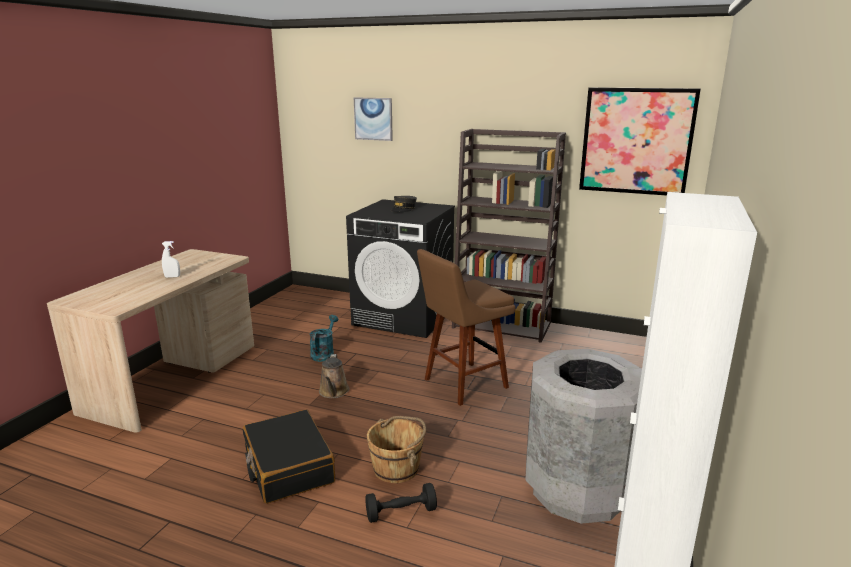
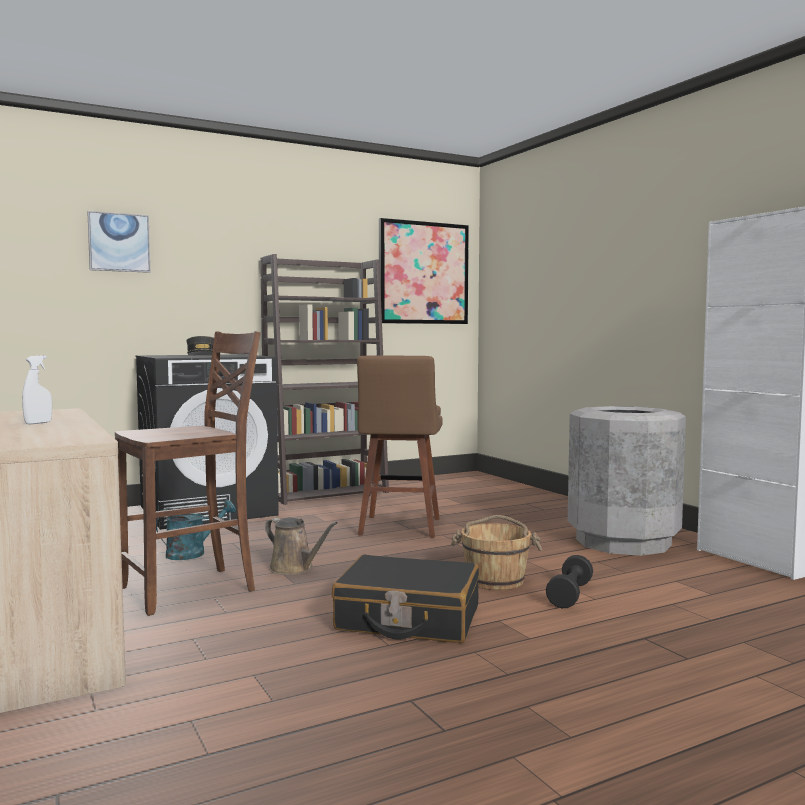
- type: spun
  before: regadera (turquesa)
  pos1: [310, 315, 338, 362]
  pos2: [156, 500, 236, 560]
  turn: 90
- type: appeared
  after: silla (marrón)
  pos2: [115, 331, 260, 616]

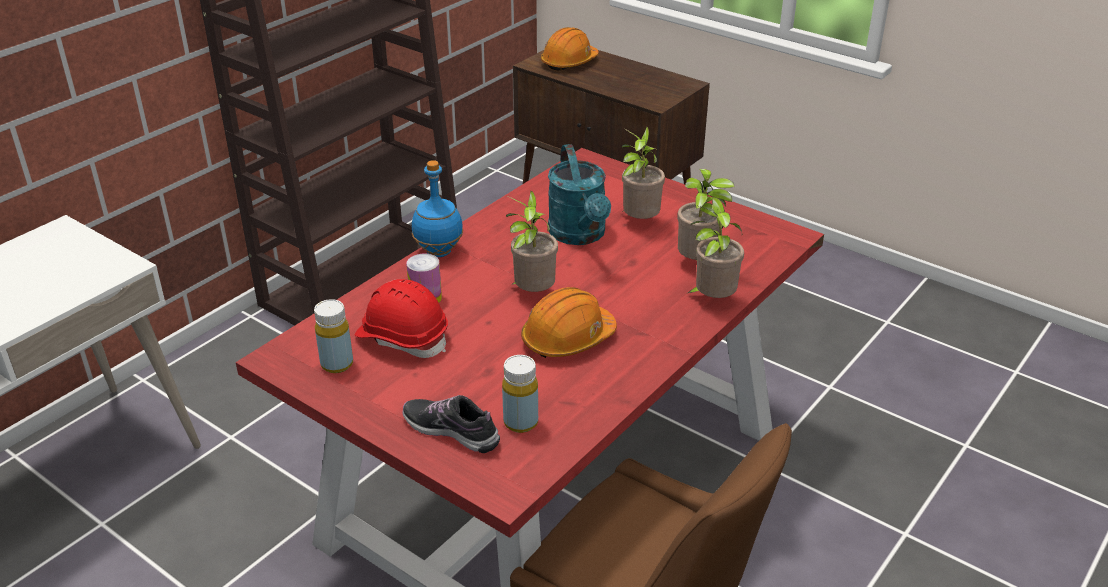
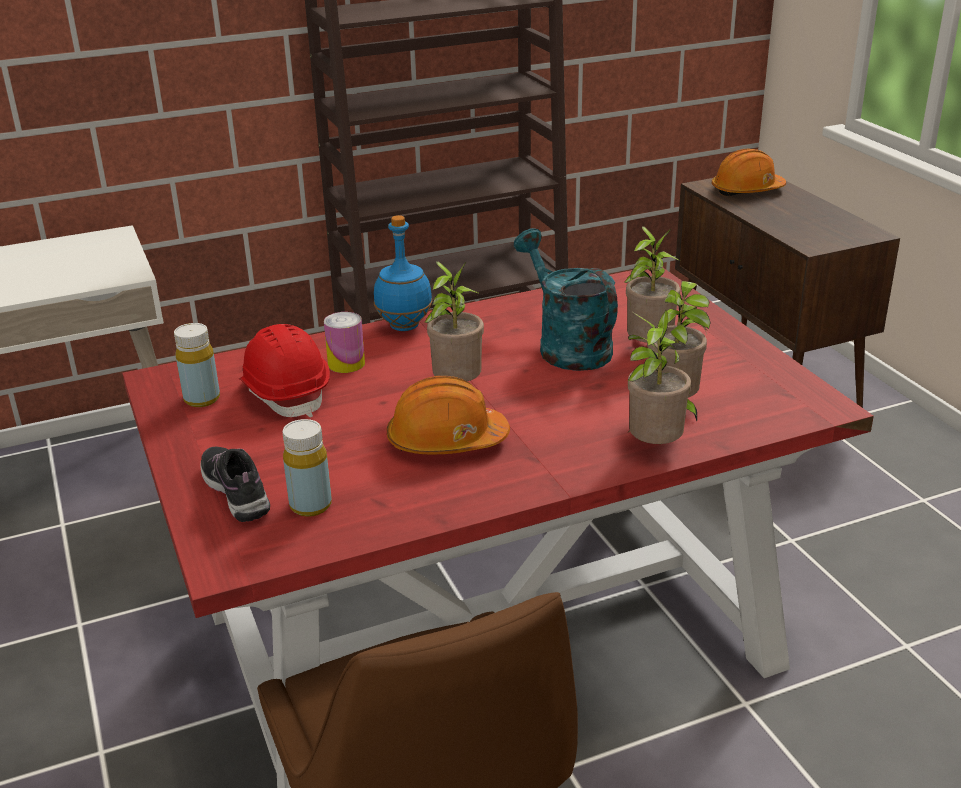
- type: spun
  before: regadera (turquesa)
  pos1: [548, 144, 611, 245]
  pos2: [514, 228, 618, 371]
  turn: 135

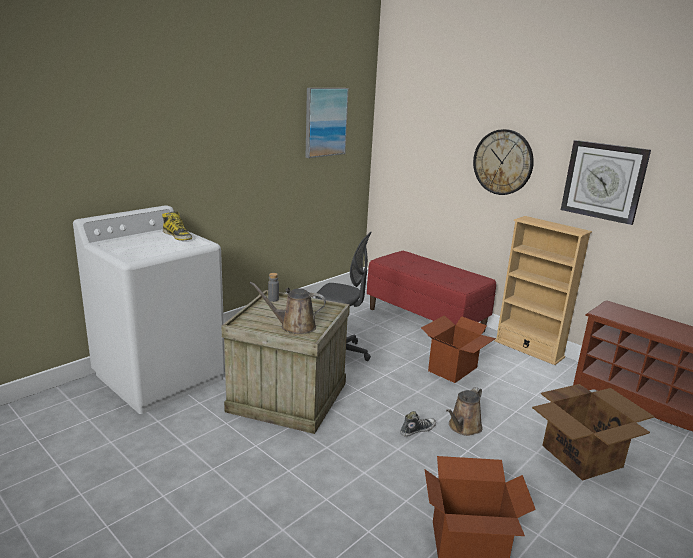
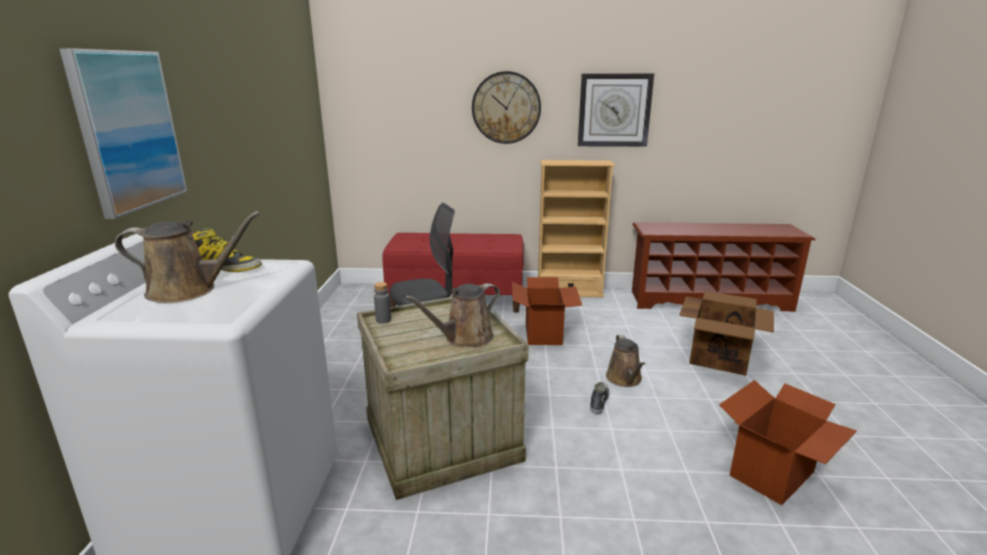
- type: relocated
  before: cuadro
  pos1: [305, 88, 349, 158]
  pos2: [59, 48, 187, 219]
- type: appeared
  after: regadera (marrón)
  pos2: [115, 211, 261, 303]

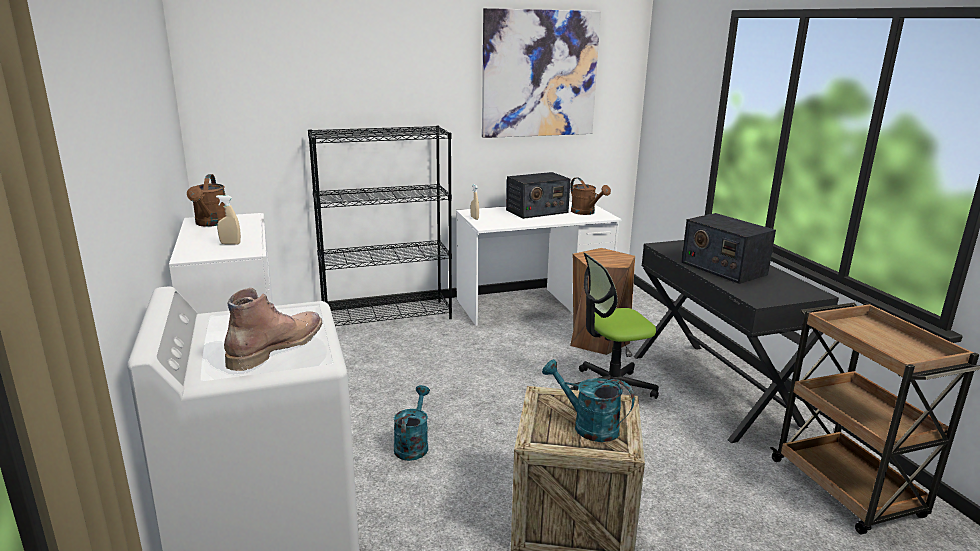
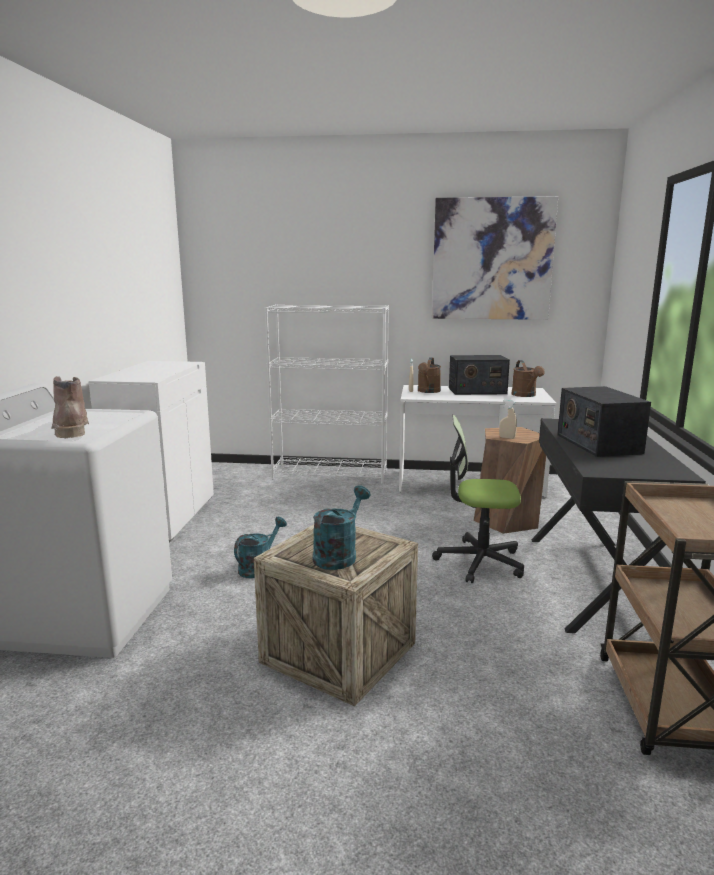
- type: colour
  before: estantería (negro)
  after: estantería (blanco)
  pos1: [308, 126, 452, 326]
  pos2: [264, 304, 389, 484]
- type: relocated
  before: regadera (marrón)
  pos1: [187, 174, 226, 227]
  pos2: [418, 357, 441, 393]
- type: relocated
  before: pulverizador (beis)
  pos1: [216, 195, 241, 245]
  pos2: [499, 400, 517, 439]
- type: spun
  before: bota (marrón)
  pos1: [224, 288, 322, 371]
  pos2: [51, 376, 89, 438]
  turn: -75
- type: spun
  before: regadera (turquesa)
  pos1: [542, 359, 635, 442]
  pos2: [313, 485, 370, 570]
  turn: 60

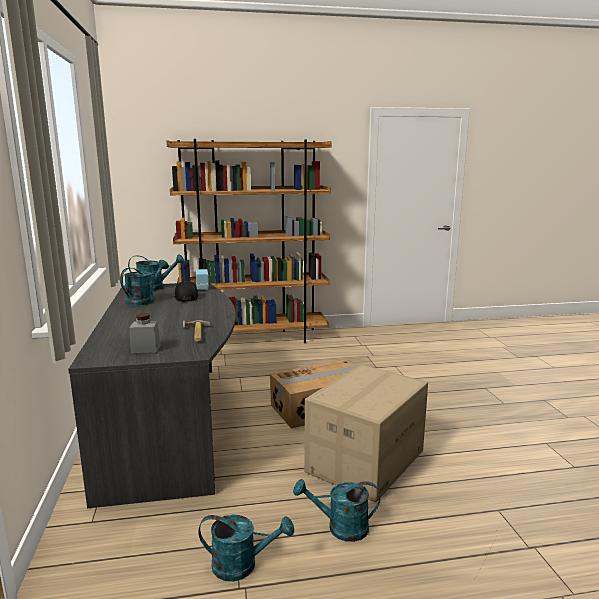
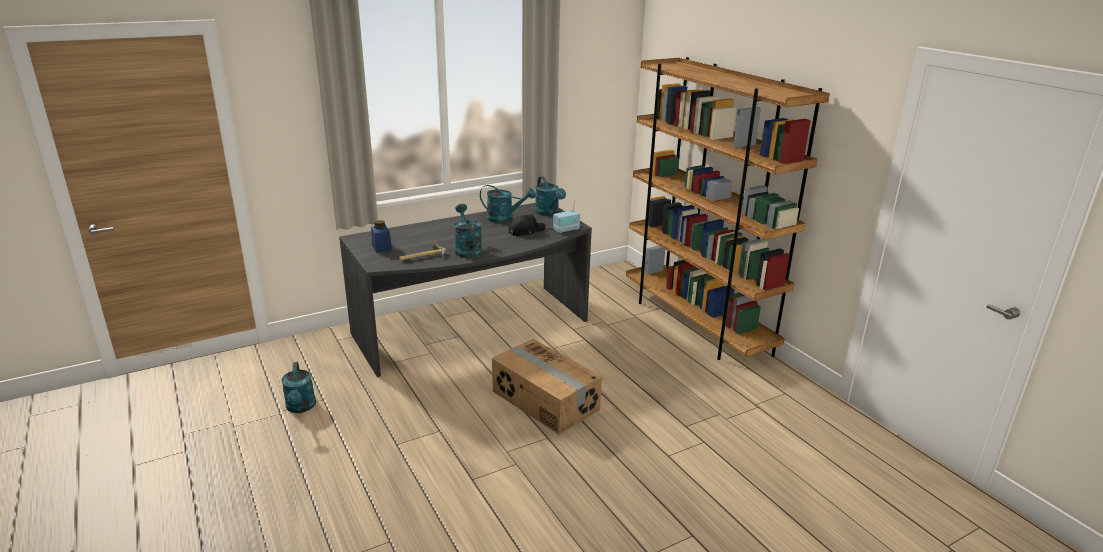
- type: colour
  before: tarro (gris)
  after: tarro (azul)
  pos1: [130, 313, 161, 353]
  pos2: [371, 220, 392, 253]
- type: missing
  before: caja de cartón
  pos1: [304, 364, 428, 502]
- type: relocated
  before: regadera (turquesa)
  pos1: [293, 479, 380, 542]
  pos2: [454, 204, 482, 258]

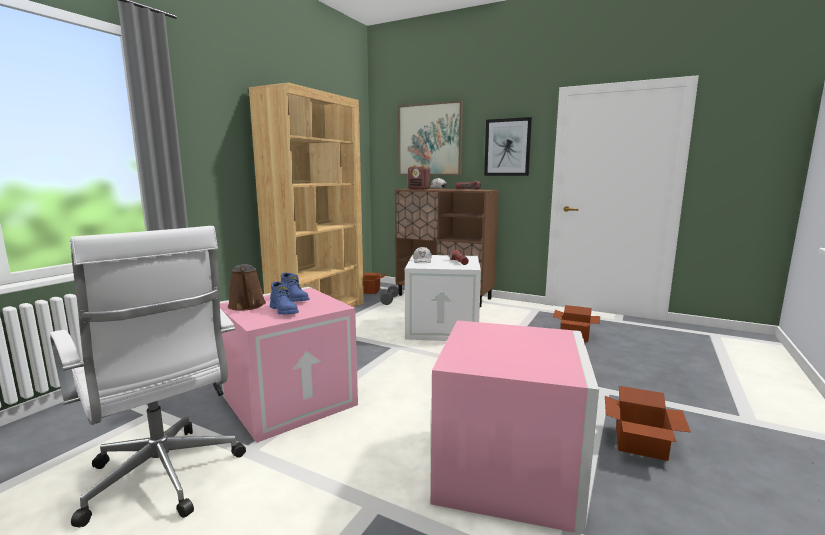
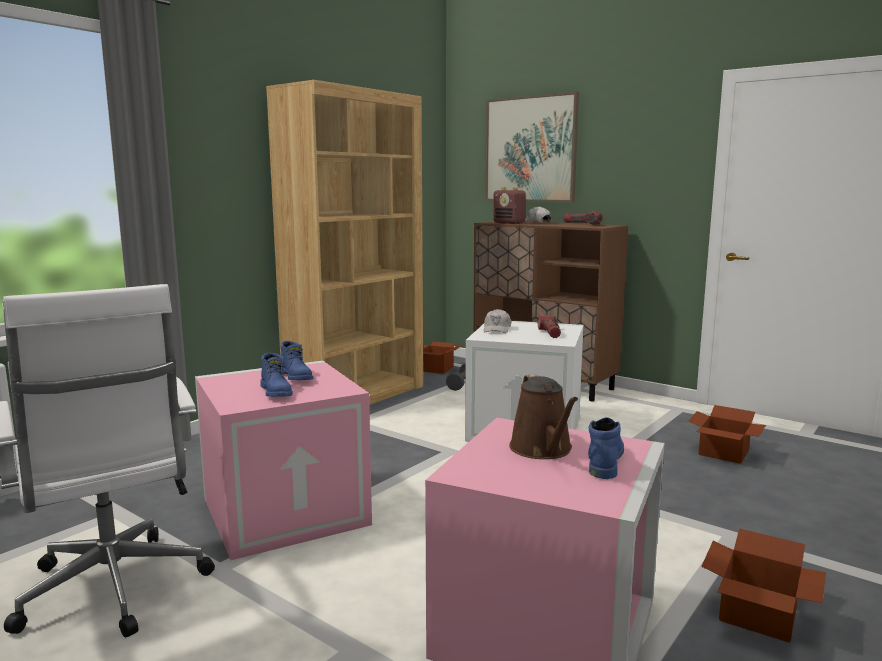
- type: missing
  before: cuadro
  pos1: [484, 117, 532, 176]
- type: relocated
  before: regadera (marrón)
  pos1: [228, 264, 266, 311]
  pos2: [509, 374, 578, 459]
- type: appeared
  after: bota (azul)
  pos2: [588, 417, 624, 479]

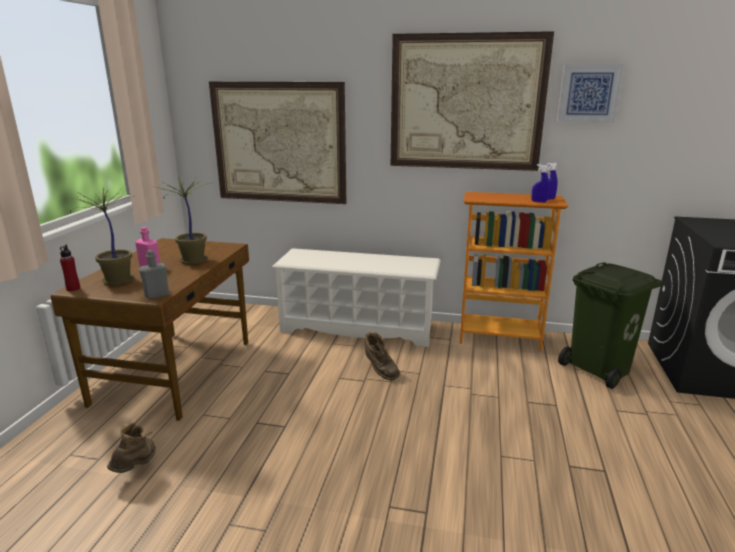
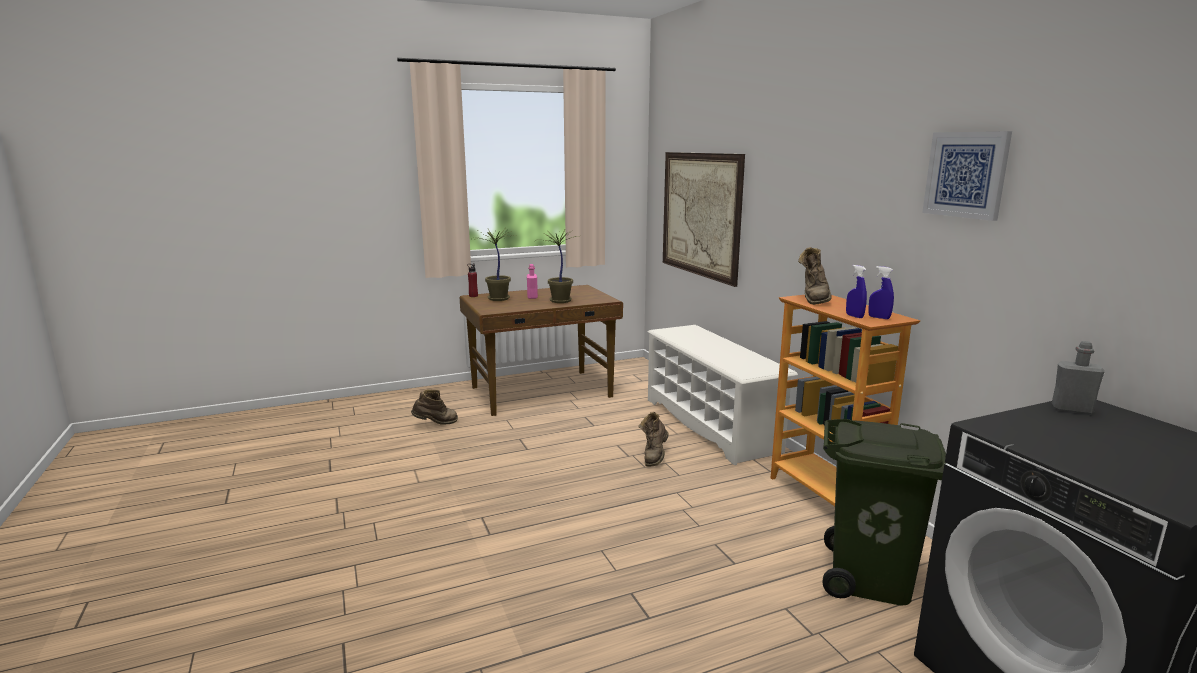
- type: missing
  before: cuadro
  pos1: [391, 31, 554, 171]
- type: relocated
  before: botella (gris)
  pos1: [139, 250, 169, 299]
  pos2: [1052, 341, 1105, 414]
- type: appeared
  after: bota (marrón)
  pos2: [798, 247, 832, 305]

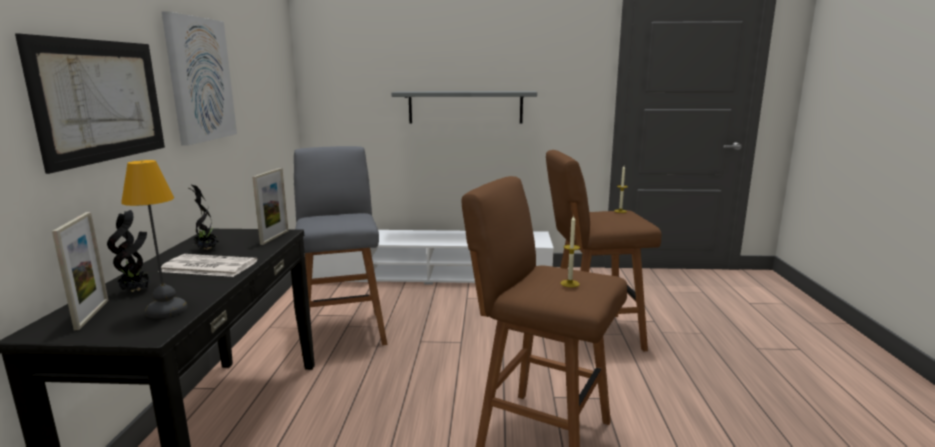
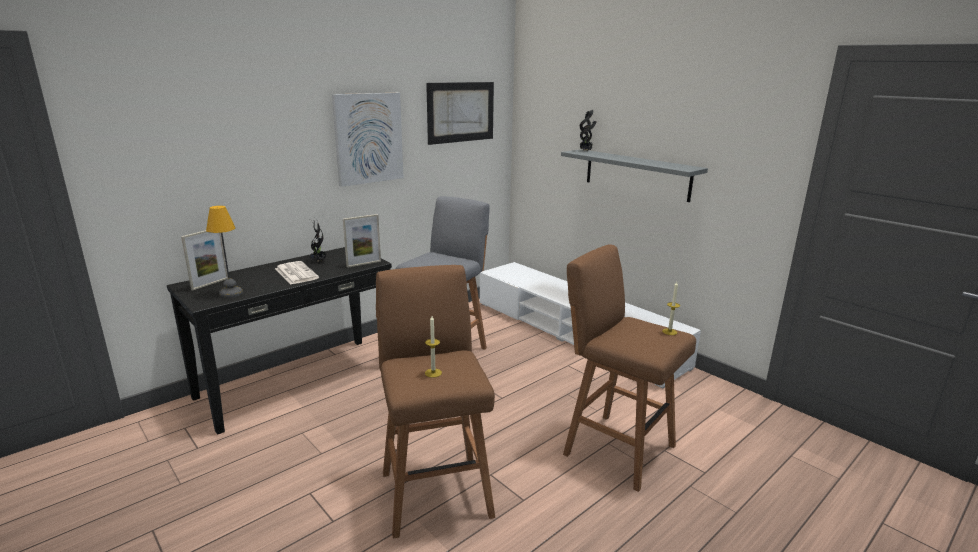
- type: relocated
  before: cuadro
  pos1: [15, 33, 165, 174]
  pos2: [426, 82, 494, 145]
- type: relocated
  before: planta en maceta
  pos1: [107, 210, 150, 292]
  pos2: [580, 110, 597, 151]

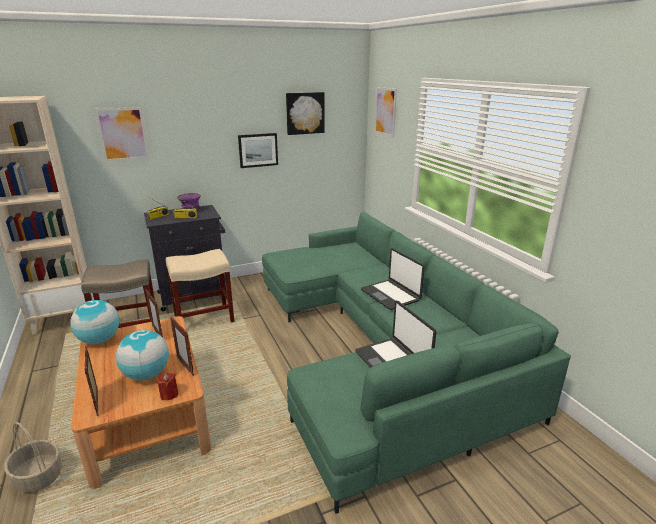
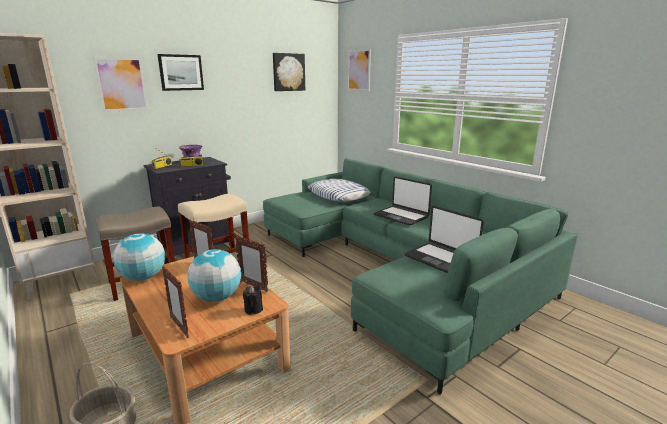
- type: relocated
  before: cuadro
  pos1: [238, 133, 278, 168]
  pos2: [158, 54, 204, 91]
- type: colour
  before: vela (rojo)
  after: vela (negro)
  pos1: [157, 372, 178, 400]
  pos2: [243, 285, 263, 315]
- type: appeared
  after: cojín
  pos2: [308, 179, 370, 202]

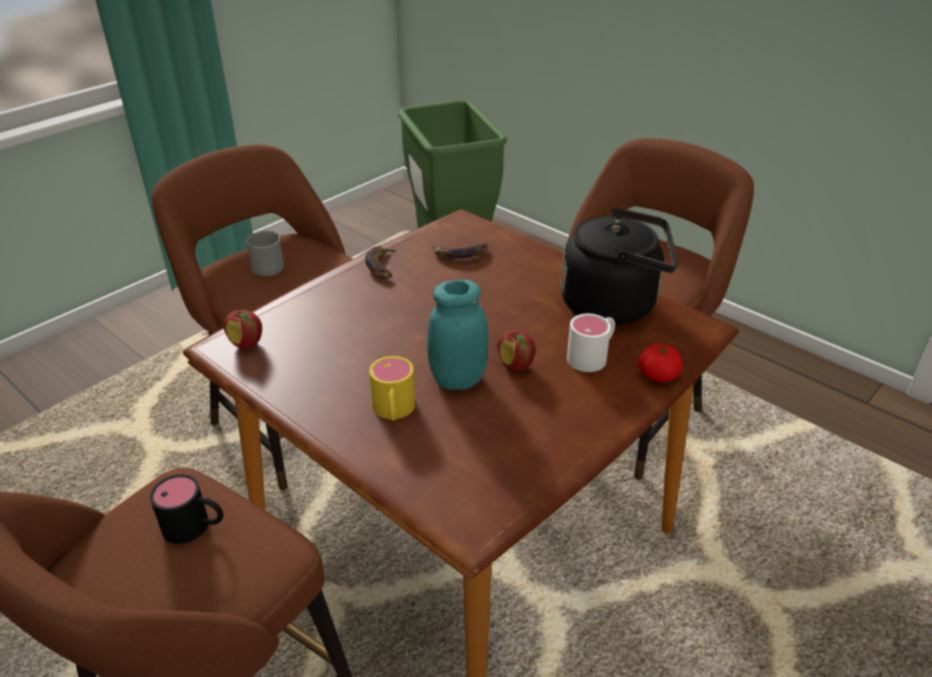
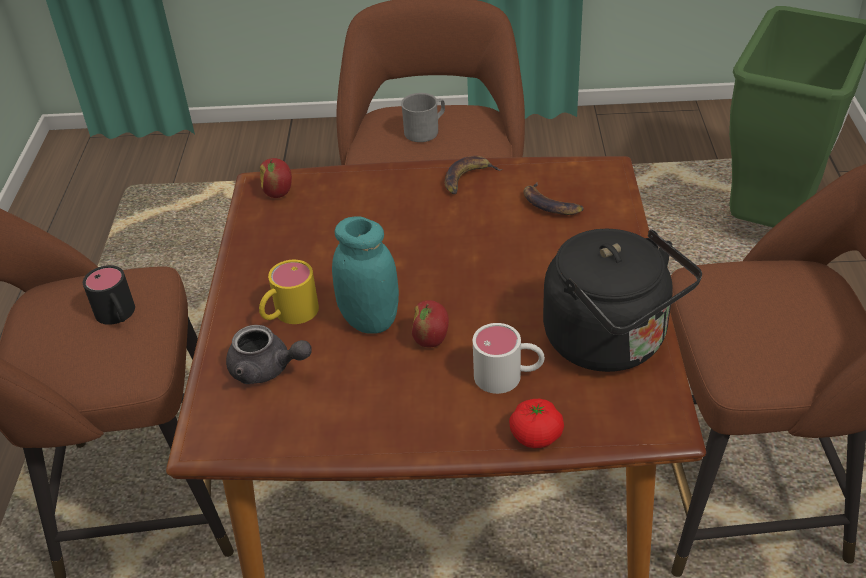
- type: appeared
  after: tetera (gris)
  pos2: [226, 325, 312, 384]

